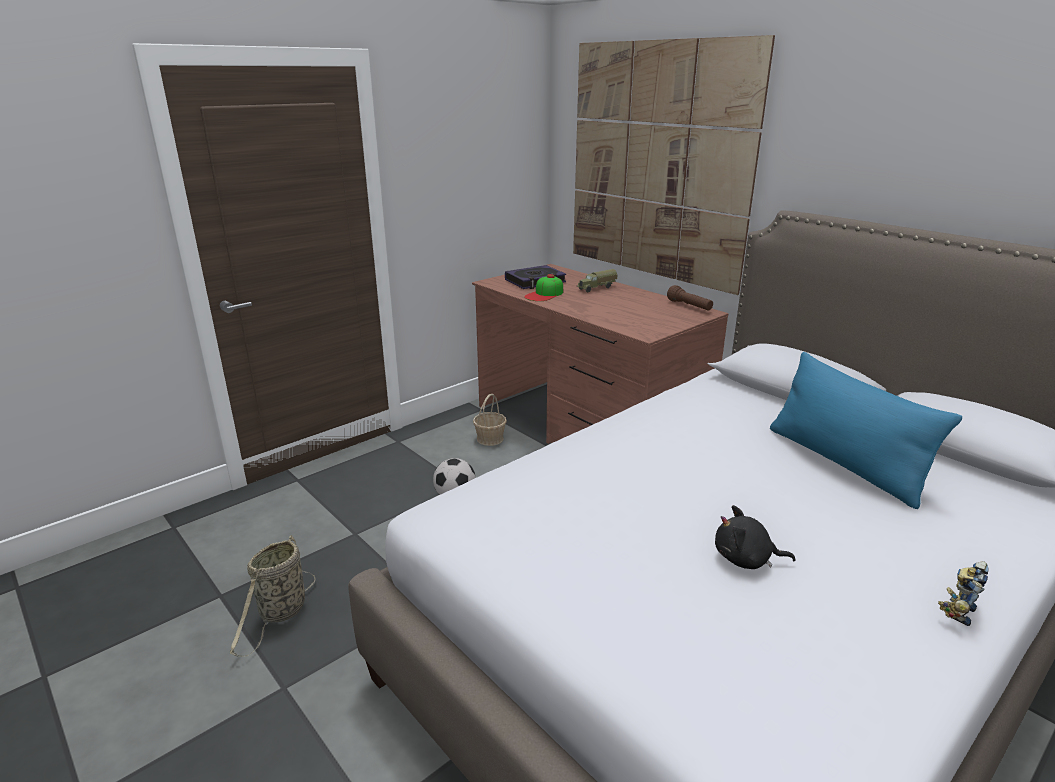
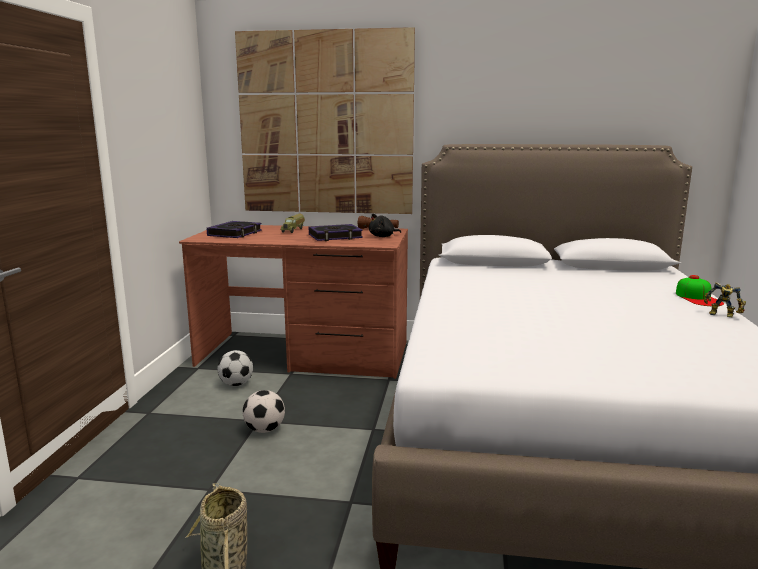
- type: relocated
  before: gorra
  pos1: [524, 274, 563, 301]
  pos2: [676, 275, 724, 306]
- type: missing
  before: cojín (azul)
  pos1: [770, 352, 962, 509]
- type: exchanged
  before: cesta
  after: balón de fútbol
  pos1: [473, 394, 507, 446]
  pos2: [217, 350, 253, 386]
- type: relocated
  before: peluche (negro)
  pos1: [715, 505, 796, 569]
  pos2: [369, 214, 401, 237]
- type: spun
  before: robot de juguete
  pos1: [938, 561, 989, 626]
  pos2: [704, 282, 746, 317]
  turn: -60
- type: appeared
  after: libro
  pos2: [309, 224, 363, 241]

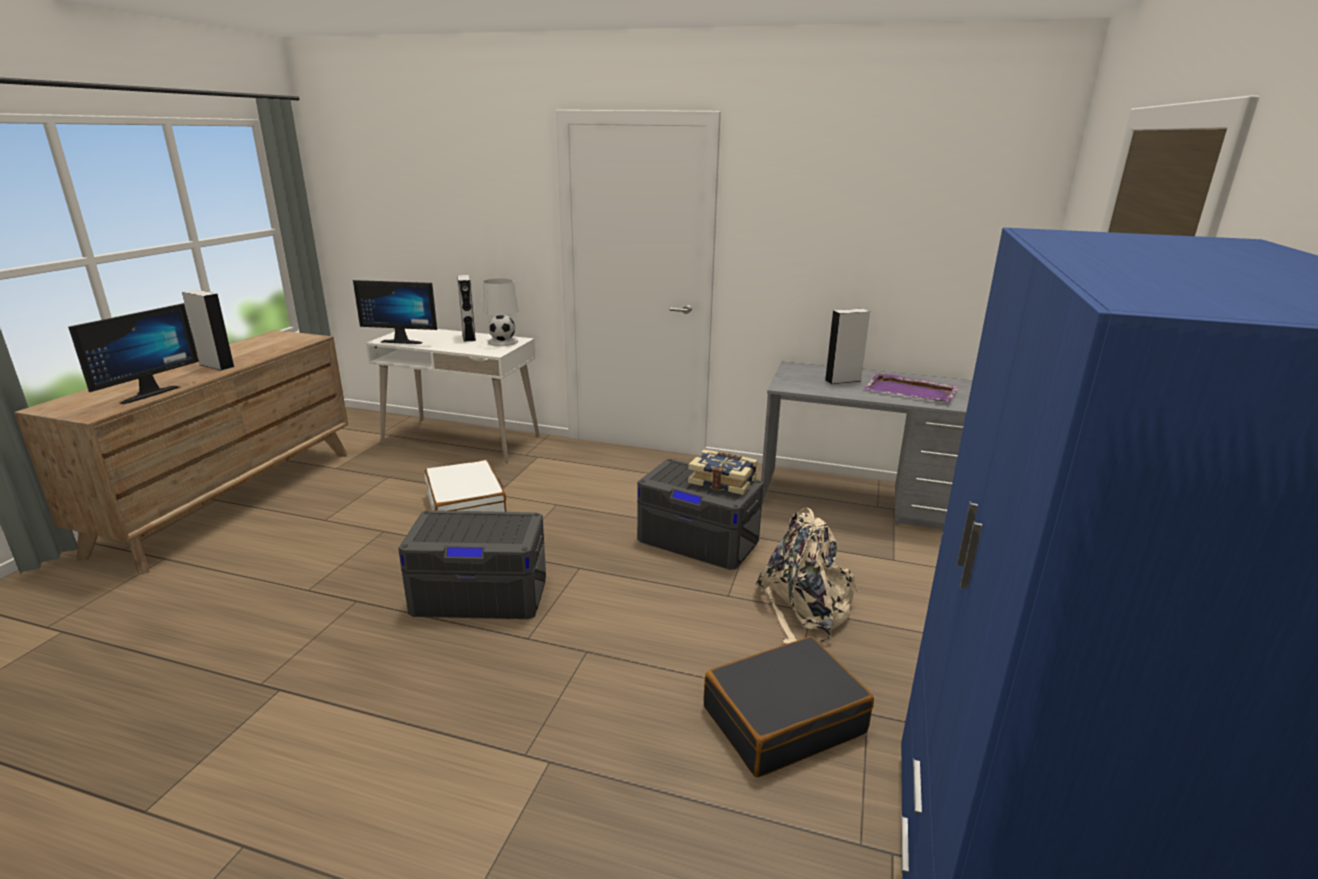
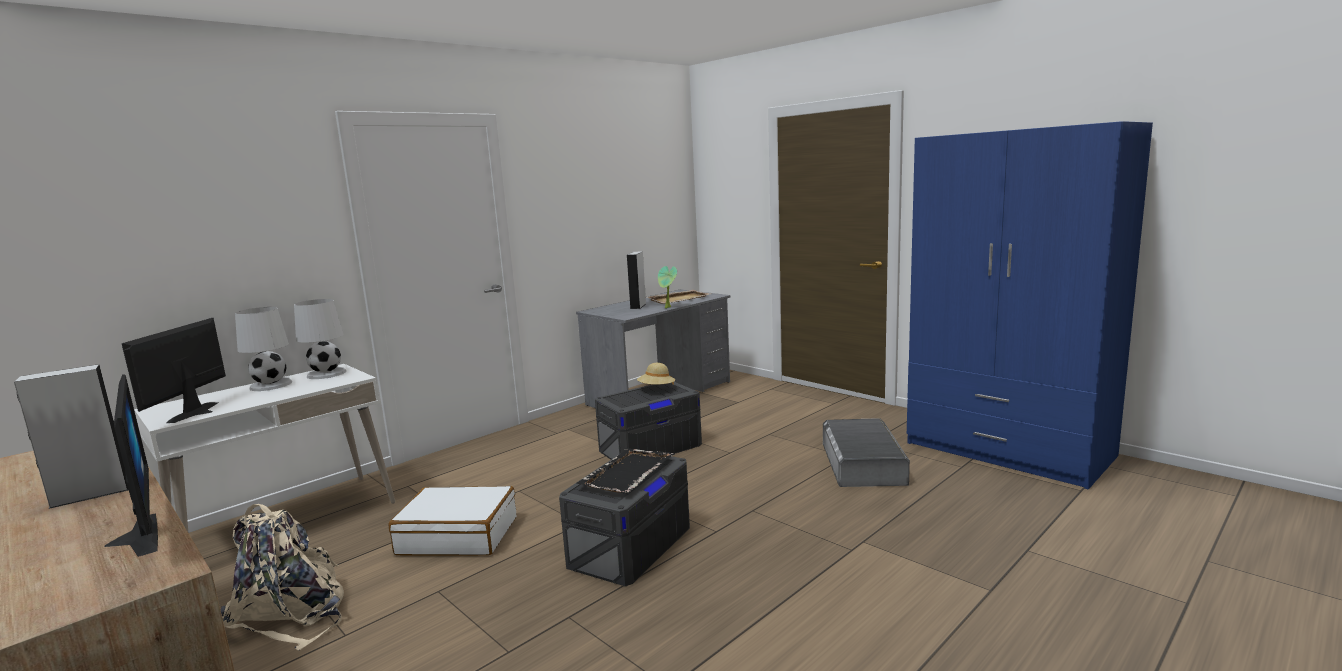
- type: exchanged
  before: altavoz (gris)
  after: lámpara de mesa (blanco)
  pos1: [457, 275, 476, 342]
  pos2: [235, 307, 292, 391]
- type: spun
  before: monitor
  pos1: [353, 280, 437, 344]
  pos2: [122, 318, 226, 423]
  turn: 150
- type: colour
  before: bandeja (morado)
  after: bandeja (beis)
  pos1: [865, 373, 959, 401]
  pos2: [646, 290, 710, 304]
- type: exchanged
  before: libro
  after: sombrero (beis)
  pos1: [688, 449, 758, 495]
  pos2: [637, 363, 675, 385]
- type: relocated
  before: mochila (beis)
  pos1: [755, 507, 860, 644]
  pos2: [220, 504, 344, 651]
- type: exchanged
  before: maleta (negro)
  after: caja de almacenaje (gris)
  pos1: [704, 636, 874, 778]
  pos2: [823, 418, 910, 487]
- type: appeared
  after: planta en maceta
  pos2: [658, 266, 677, 308]
- type: appeared
  after: bandeja (negro)
  pos2: [576, 448, 675, 493]

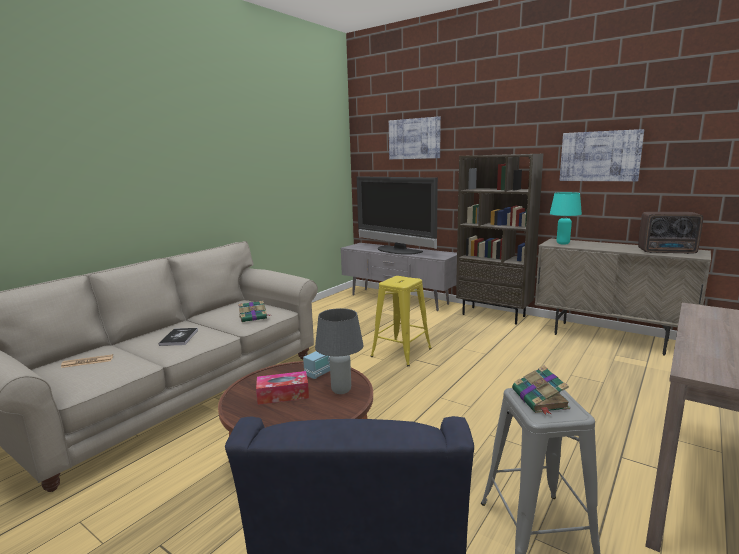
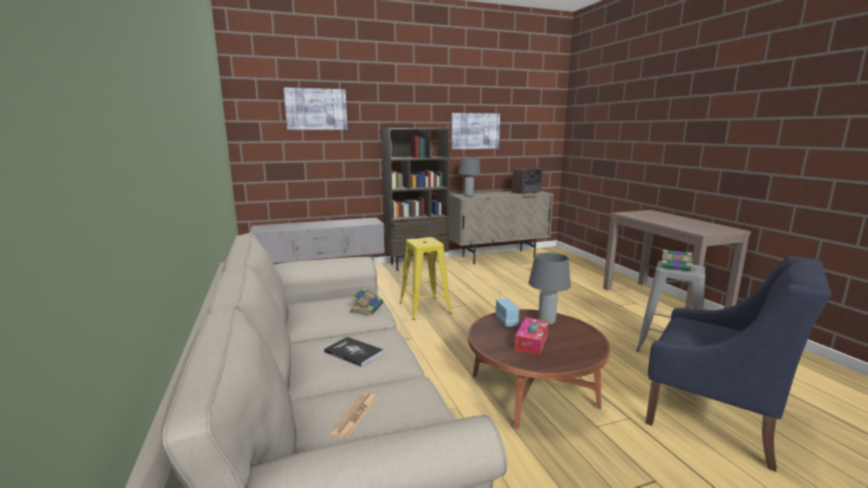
- type: missing
  before: televisor
  pos1: [357, 176, 438, 255]
- type: colour
  before: lámpara de mesa (turquesa)
  after: lámpara de mesa (gris)
  pos1: [550, 192, 582, 244]
  pos2: [458, 157, 480, 196]

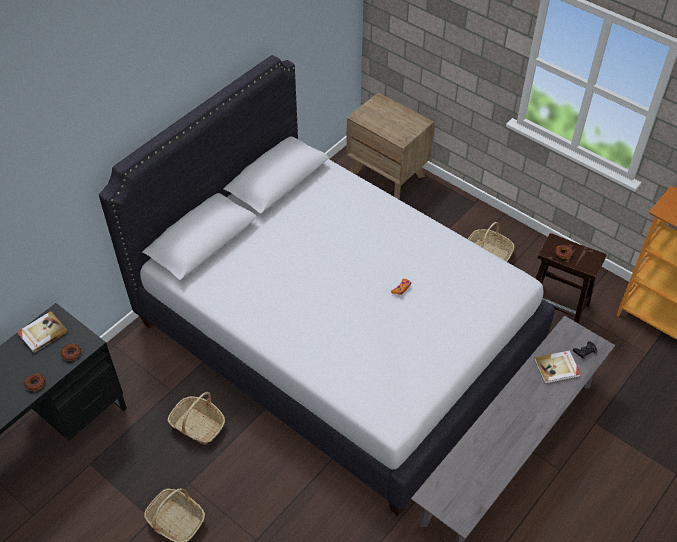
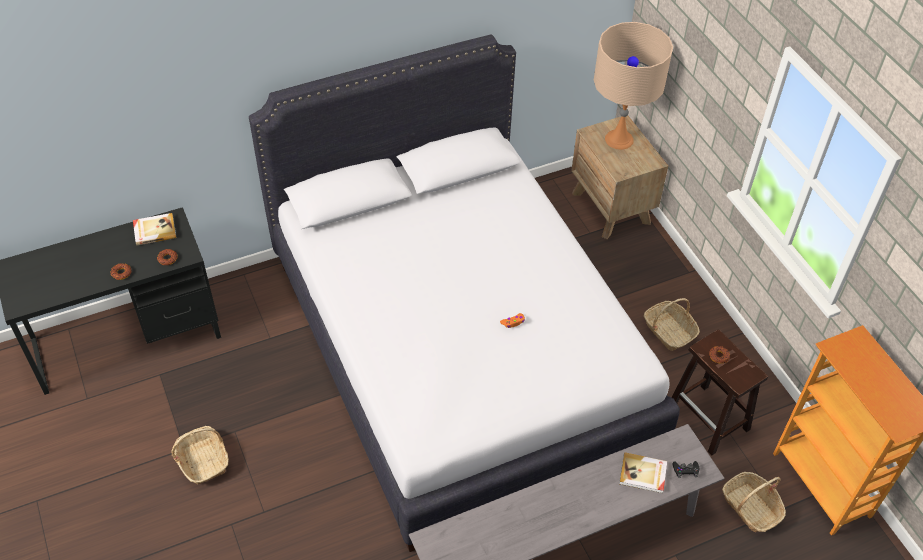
- type: relocated
  before: cesta
  pos1: [167, 392, 225, 445]
  pos2: [722, 472, 786, 532]
- type: appeared
  after: lámpara de mesa (beis)
  pos2: [594, 22, 673, 150]

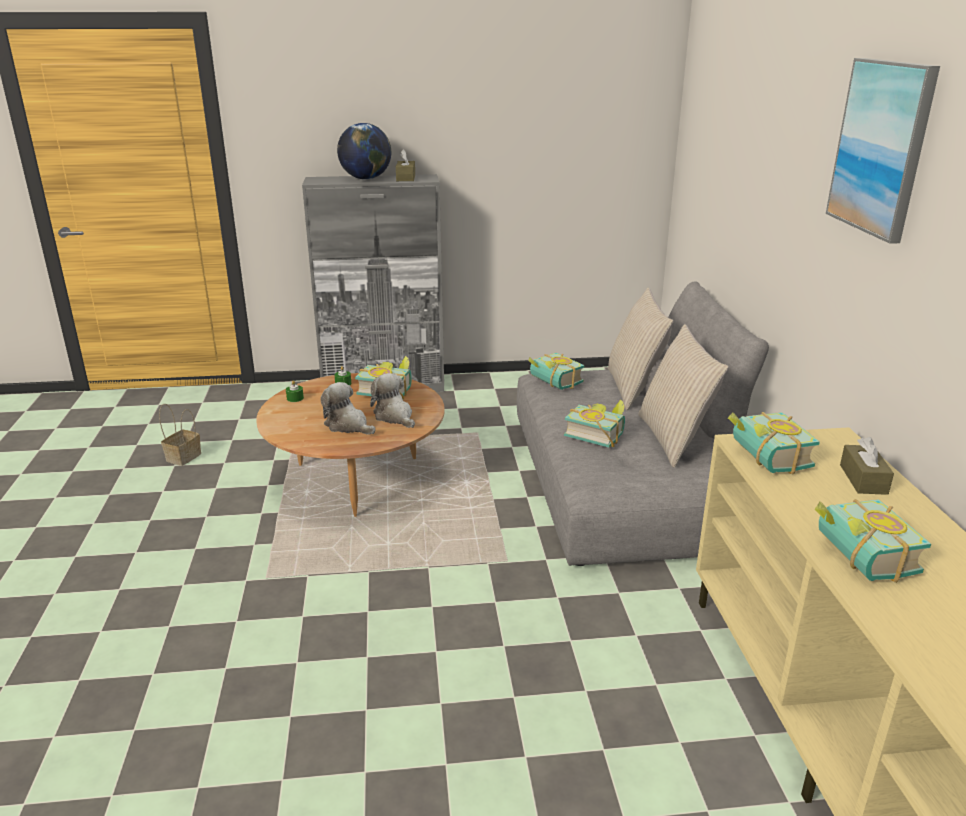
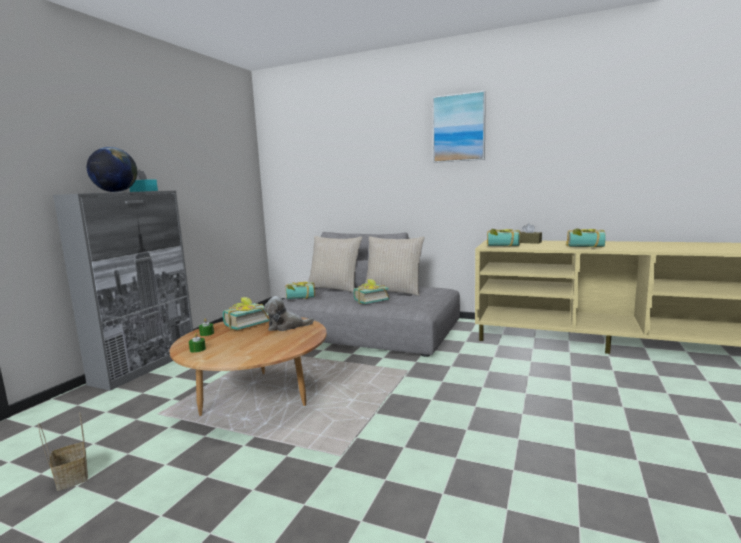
- type: colour
  before: caja de pañuelos (marrón)
  after: caja de pañuelos (turquesa)
  pos1: [396, 149, 415, 181]
  pos2: [130, 169, 158, 192]
- type: missing
  before: peluche
  pos1: [320, 382, 376, 435]

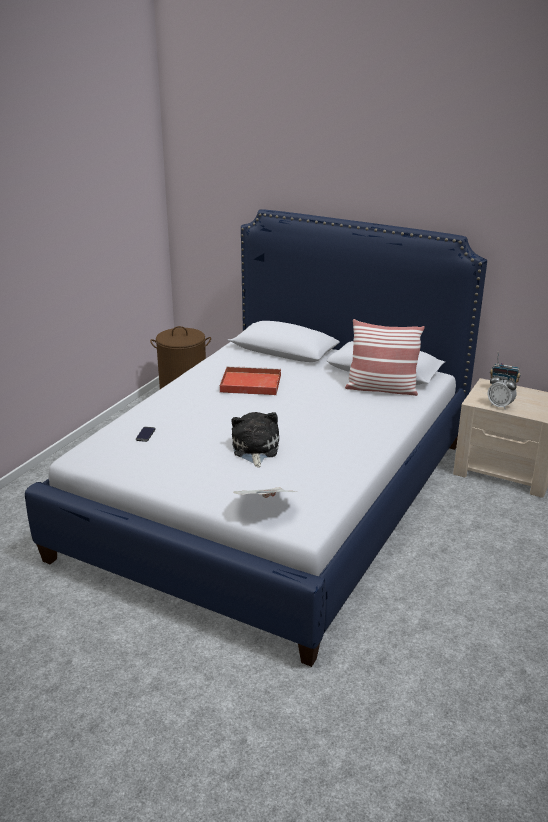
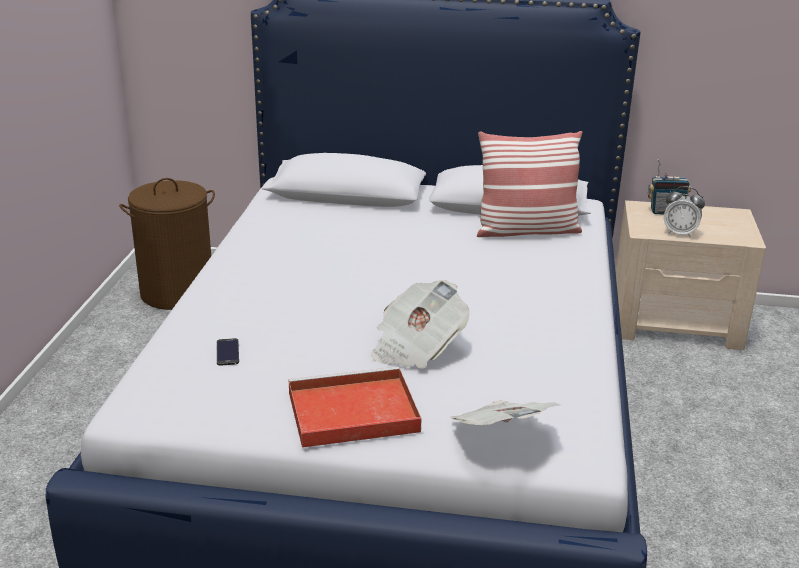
- type: relocated
  before: bandeja (rojo)
  pos1: [220, 366, 281, 395]
  pos2: [289, 367, 422, 448]
- type: exchanged
  before: peluche
  after: periódico
  pos1: [231, 412, 279, 468]
  pos2: [371, 280, 469, 369]

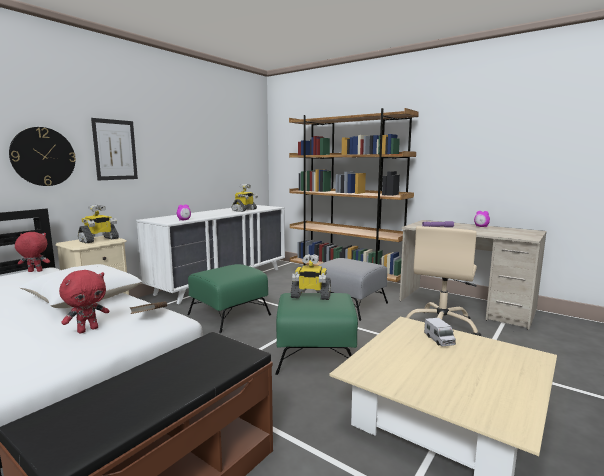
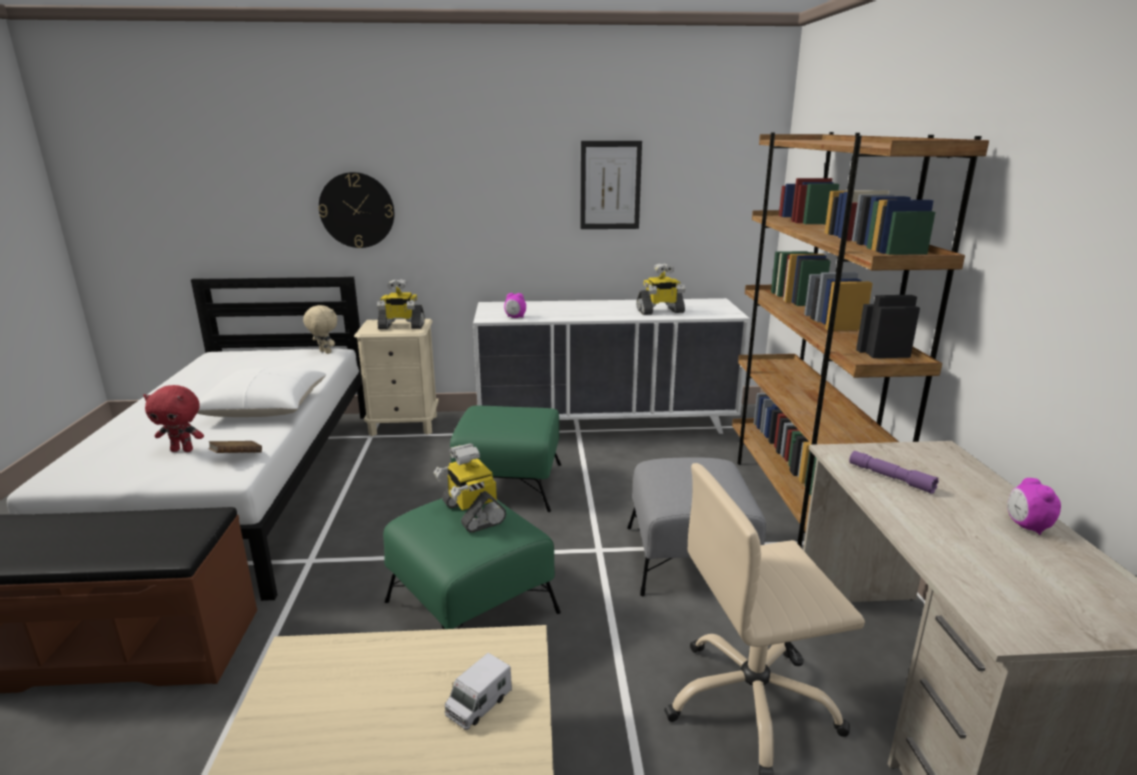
- type: relocated
  before: cuadro
  pos1: [91, 118, 138, 180]
  pos2: [580, 141, 642, 229]
- type: colour
  before: peluche (rojo)
  after: peluche (beis)
  pos1: [15, 232, 50, 272]
  pos2: [303, 305, 337, 354]

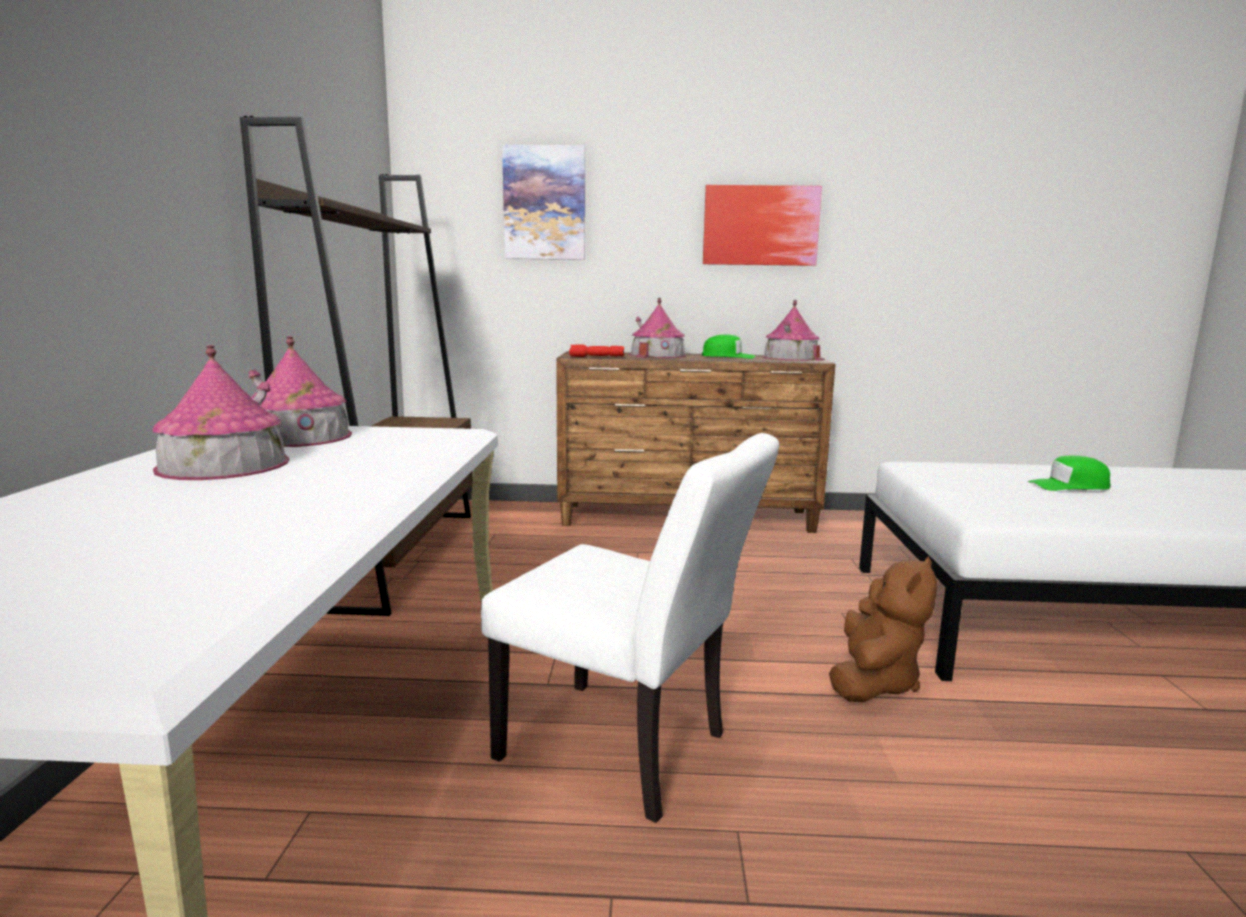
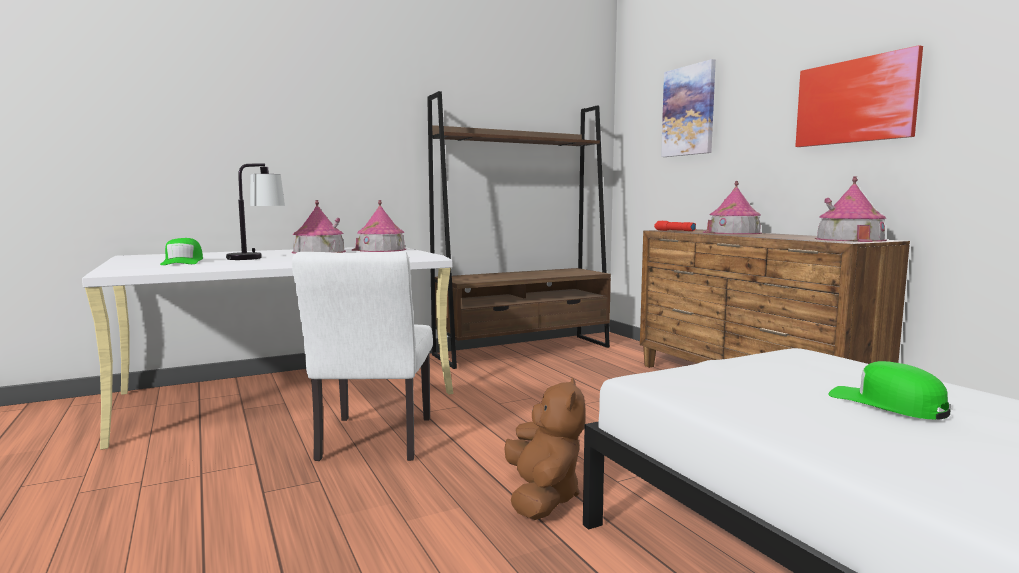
- type: relocated
  before: gorra (verde)
  pos1: [702, 335, 755, 359]
  pos2: [160, 238, 203, 265]
- type: spun
  before: peluche (marrón)
  pos1: [829, 556, 937, 702]
  pos2: [504, 378, 586, 520]
  turn: -90
- type: appeared
  after: lámpara de mesa
  pos2: [226, 163, 285, 260]

